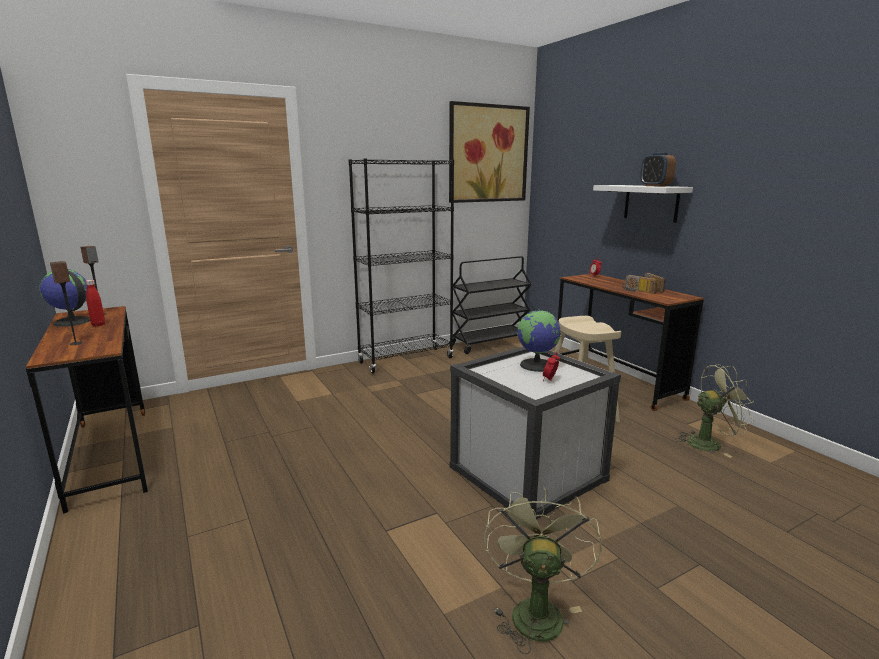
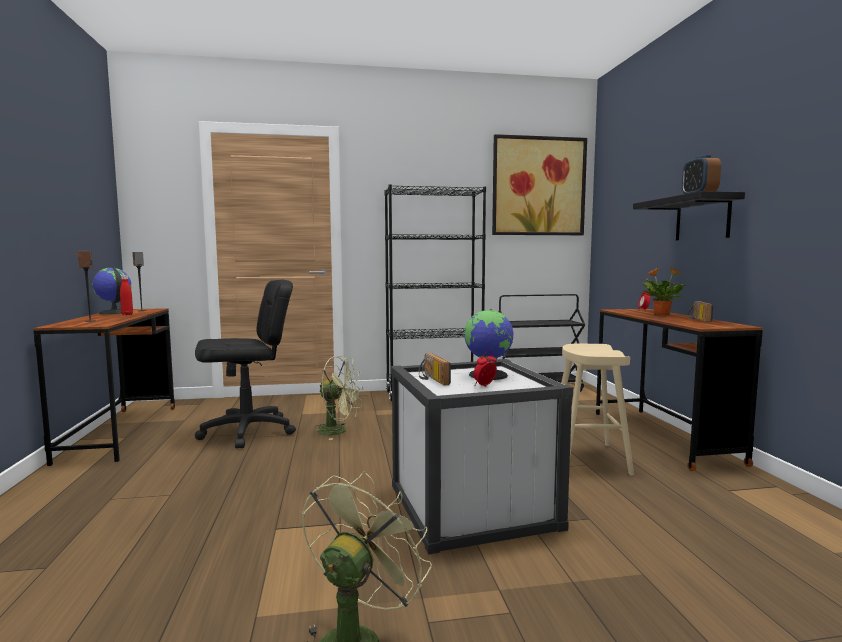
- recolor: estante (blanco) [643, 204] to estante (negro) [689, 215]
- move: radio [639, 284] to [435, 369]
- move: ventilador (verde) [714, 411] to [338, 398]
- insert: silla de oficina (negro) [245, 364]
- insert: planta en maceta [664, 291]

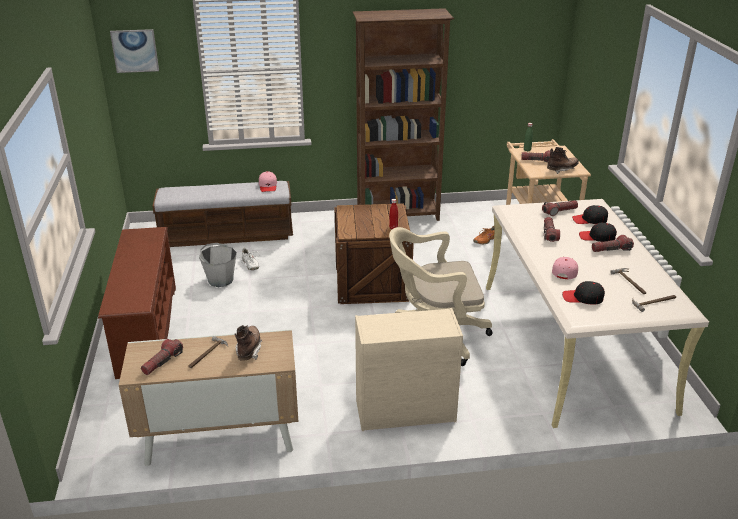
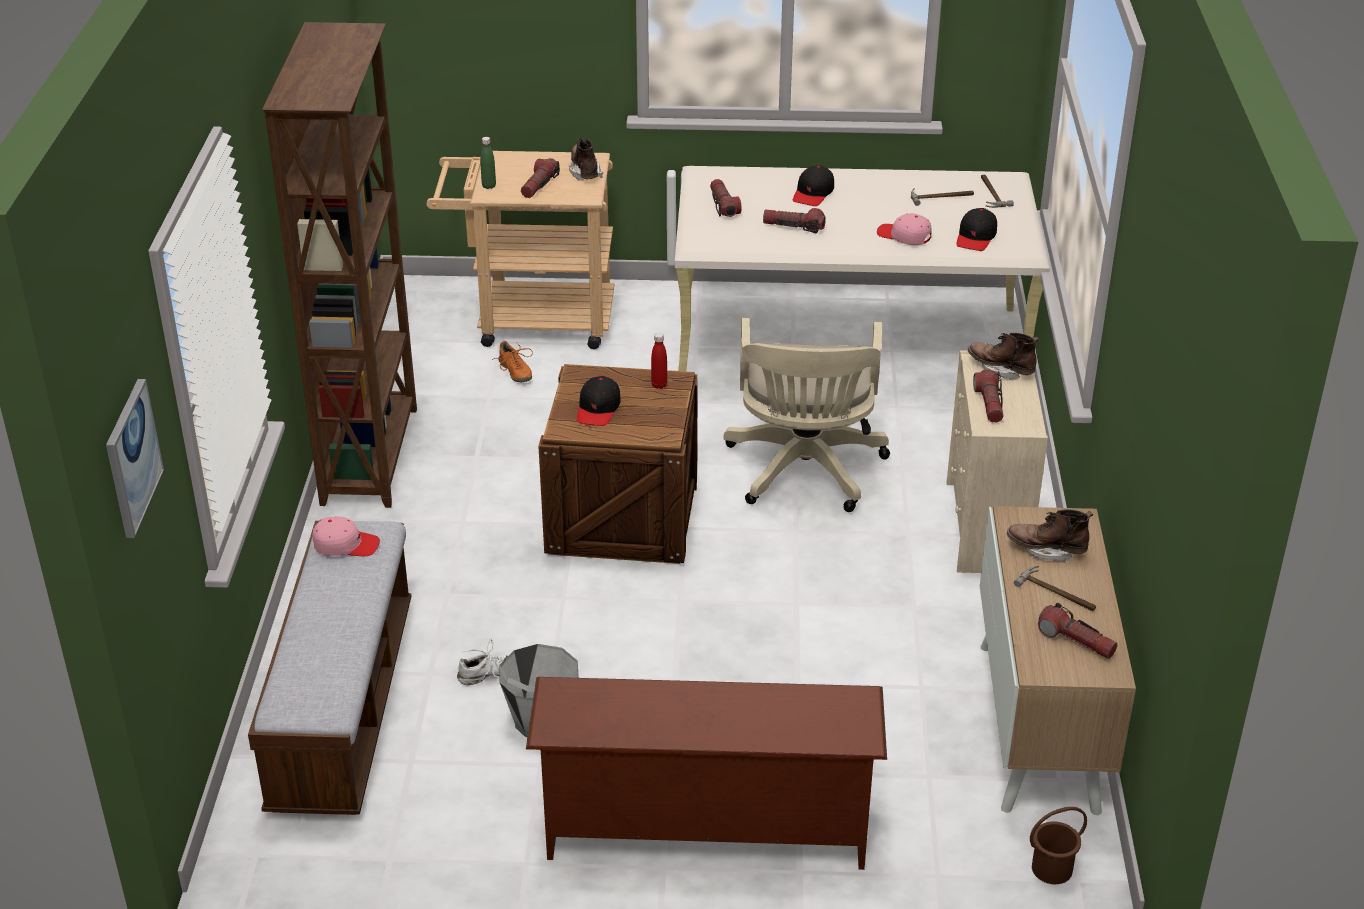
- move: gorra (negro) [590, 214] to [599, 401]
- move: linterna [613, 243] to [988, 396]
- insert: bota (marrón) [1003, 357]
- insert: cubo (marrón) [1058, 845]

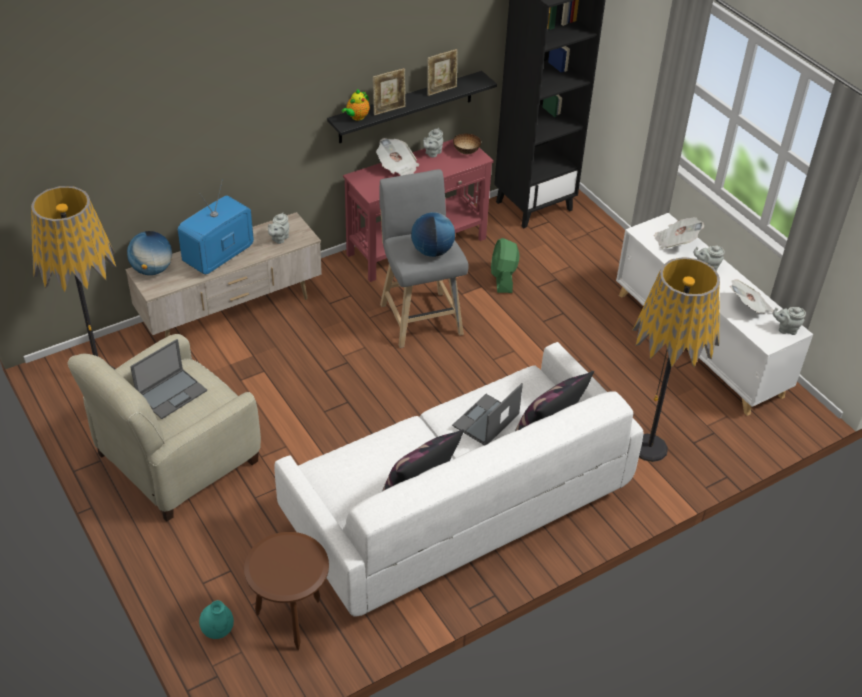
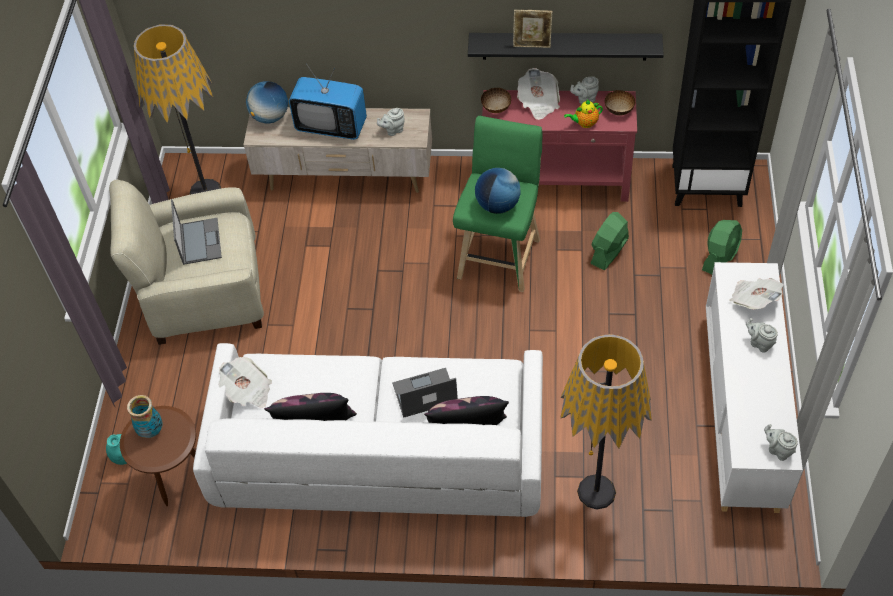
- rotate: portátil [168, 379] = [196, 232] 90 degrees counterclockwise
- rotate: televisor [216, 226] = [328, 101] 150 degrees counterclockwise
- move: tetera [355, 104] to [583, 114]
- recolor: taburete (gris) [424, 258] to taburete (verde) [498, 204]
- delete: portarretratos [442, 72]
- move: periódico [752, 296] to [245, 382]
- insert: florero [145, 416]
- insert: cuenco [496, 100]
- insert: ventilador (verde) [722, 247]

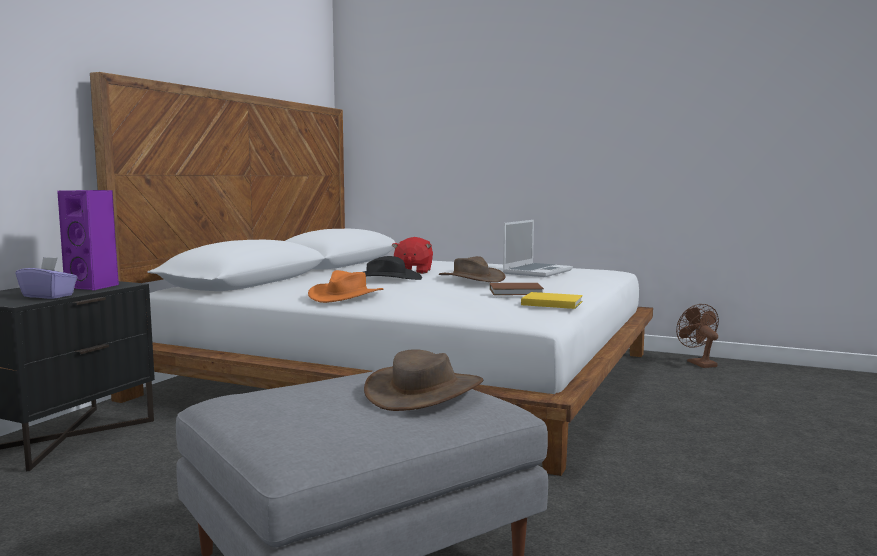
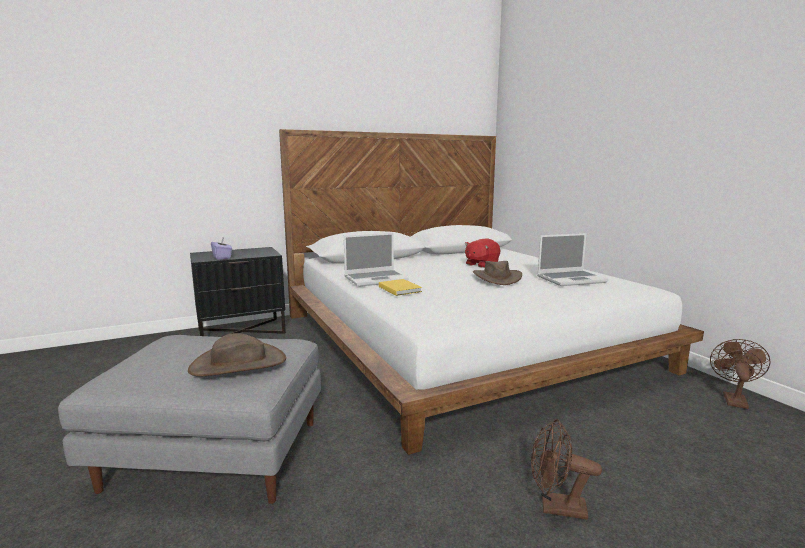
- delete: altavoz (morado) [88, 240]
- replace: sombrero (naranja) [345, 286] to portátil [376, 260]
- delete: sombrero (negro) [393, 268]
- delete: libro (marrón) [517, 289]
- move: libro (amarillo) [552, 300] to [400, 287]
- insert: ventilador (marrón) [566, 469]

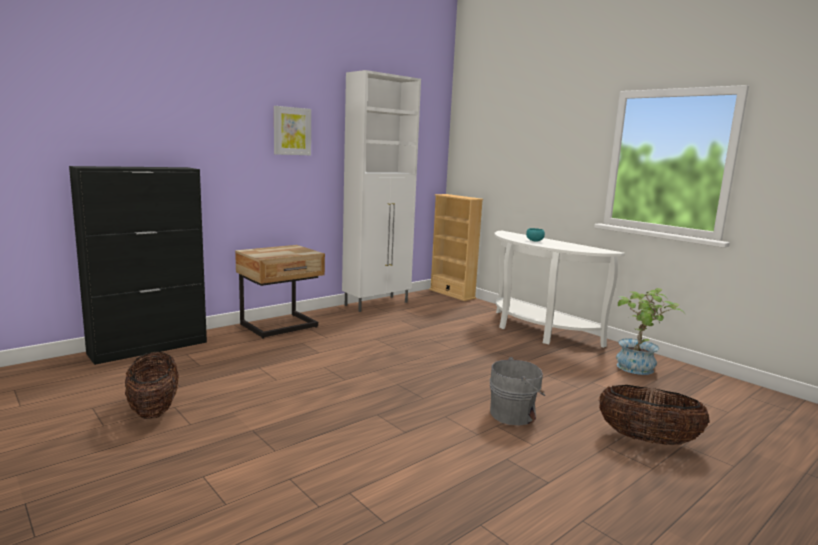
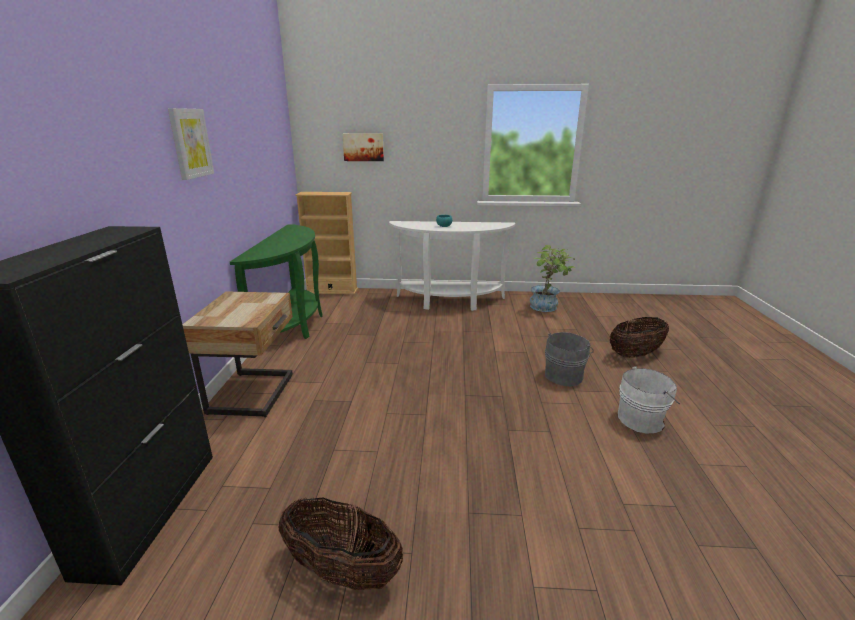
- replace: armario (blanco) [381, 191] to mesa consola (verde) [276, 281]
- insert: cuadro [363, 147]
- insert: cubo (blanco) [649, 399]

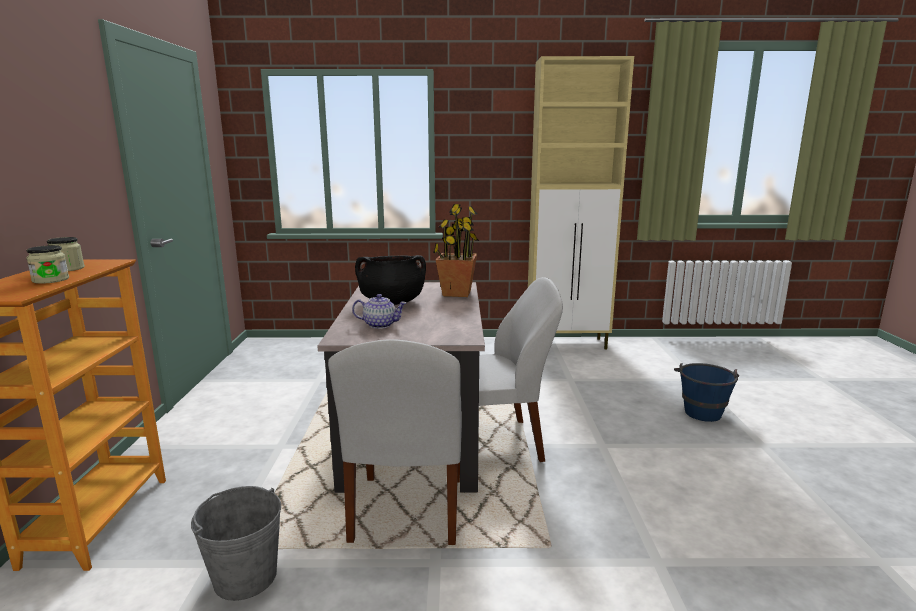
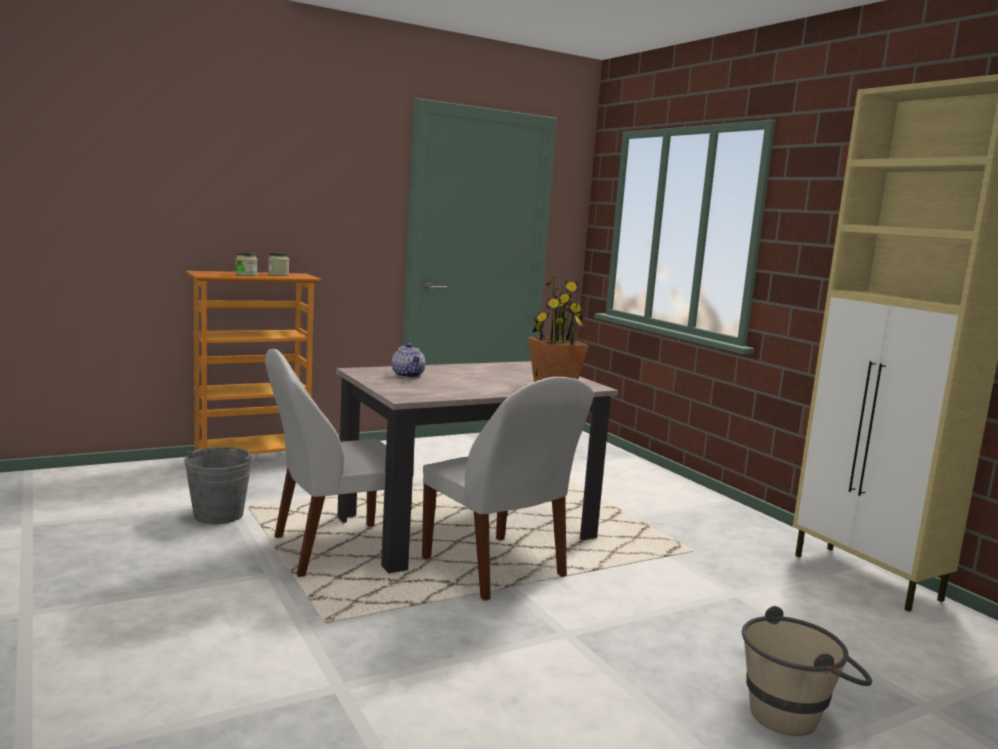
- delete: olla (negro) [390, 280]
- recolor: cubo (azul) [706, 392] to cubo (beis) [807, 671]

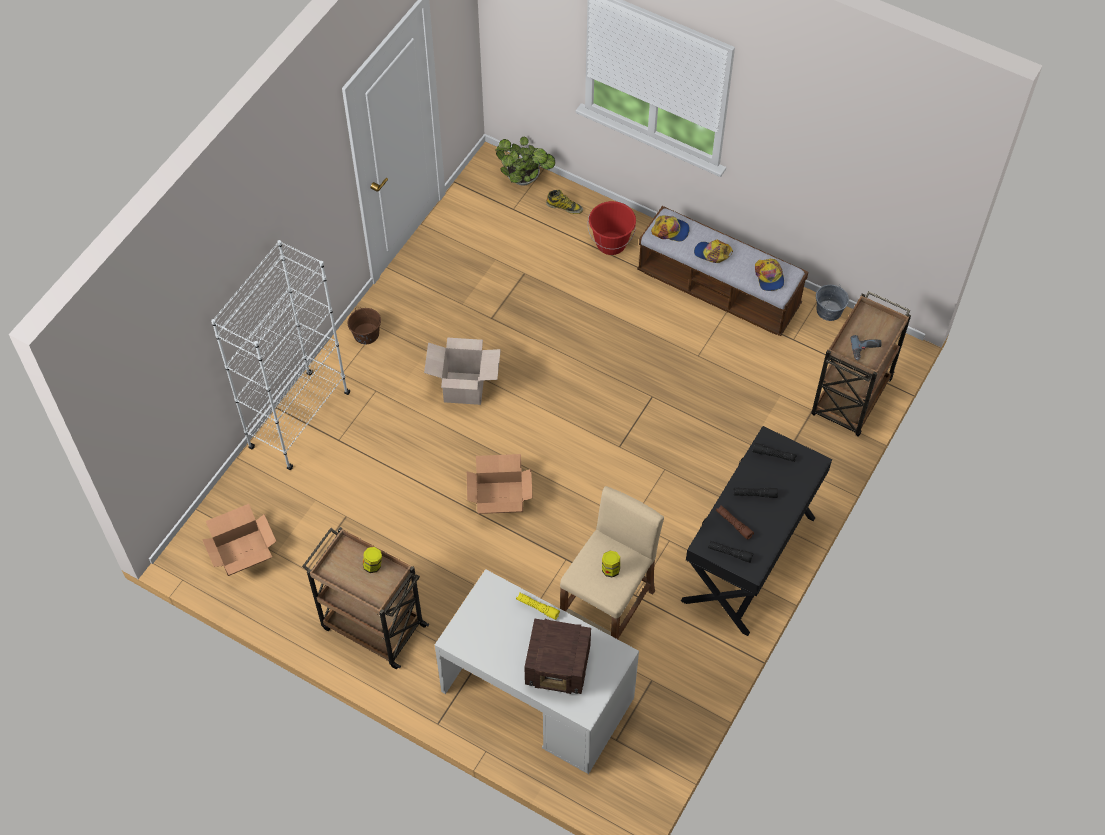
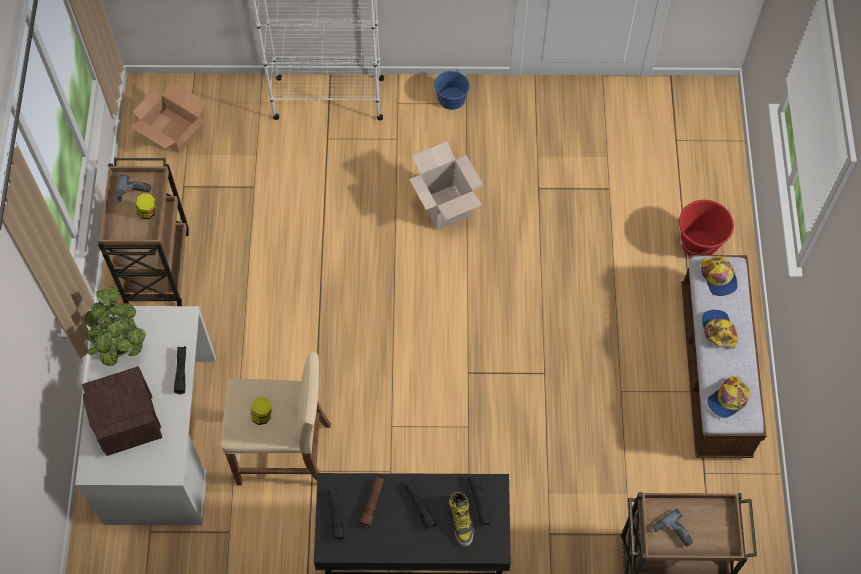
- recolor: cubo (marrón) [364, 325] to cubo (azul) [452, 89]
- delete: caja de cartón [500, 484]
- move: planta en maceta [525, 161] to [115, 326]
- recolor: linterna (amarillo) [538, 606] to linterna (negro) [180, 370]
- move: bota [564, 202] to [461, 519]
- delete: cubo (gris) [832, 302]
- insert: taladro [132, 188]

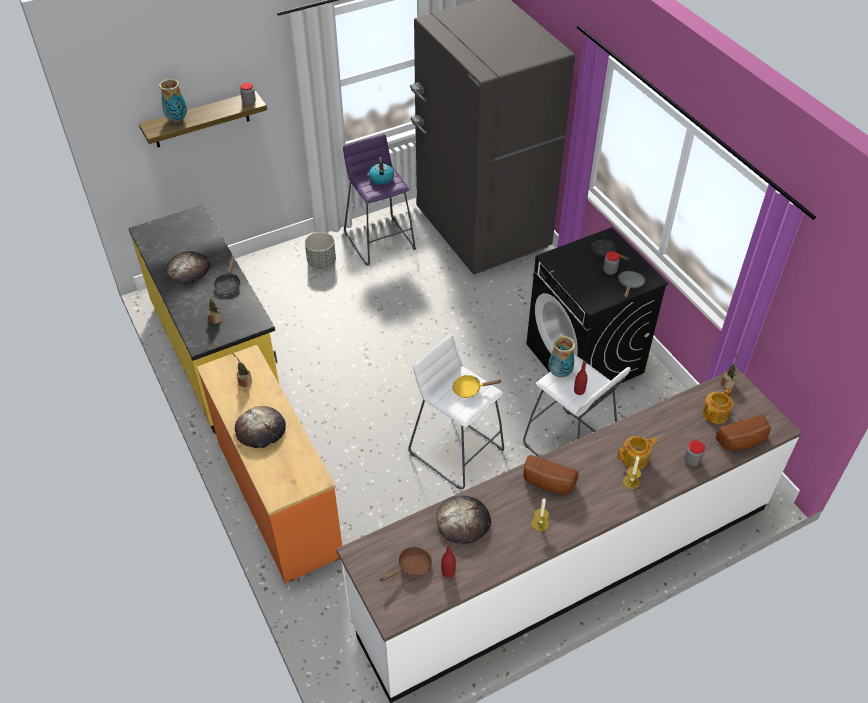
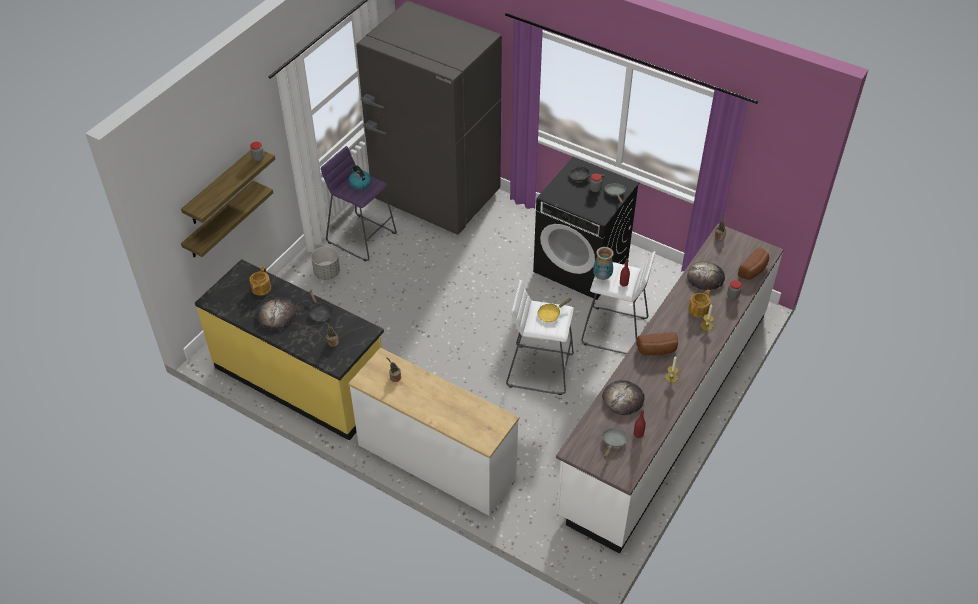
- delete: florero [173, 100]
- recolor: cómoda (naranja) [269, 464] to cómoda (blanco) [433, 432]
- move: pan [260, 427] to [706, 275]
- recolor: sartén (marrón) [406, 564] to sartén (gris) [615, 443]
- move: tetera [717, 406] to [260, 281]
- insert: estante [227, 219]

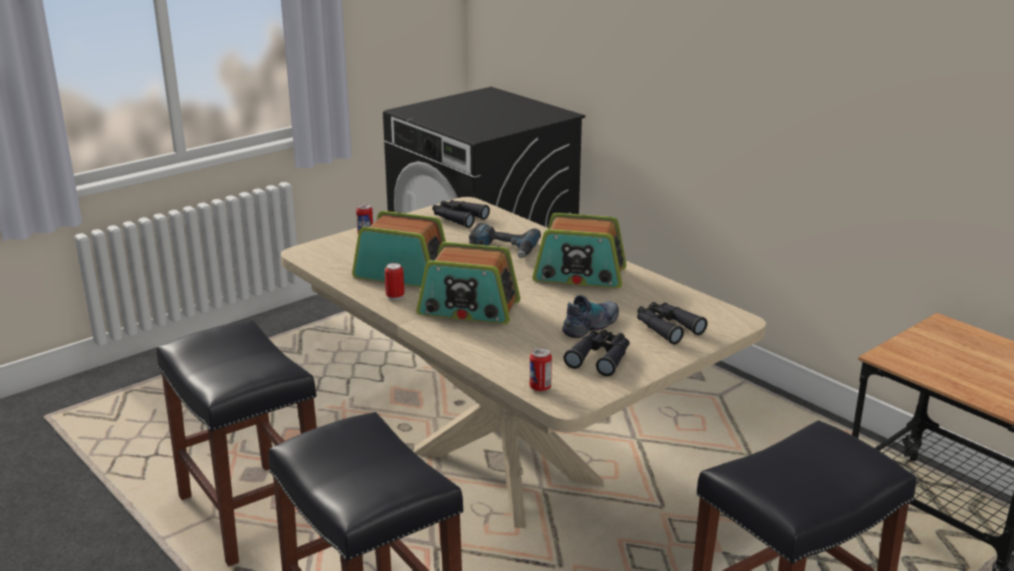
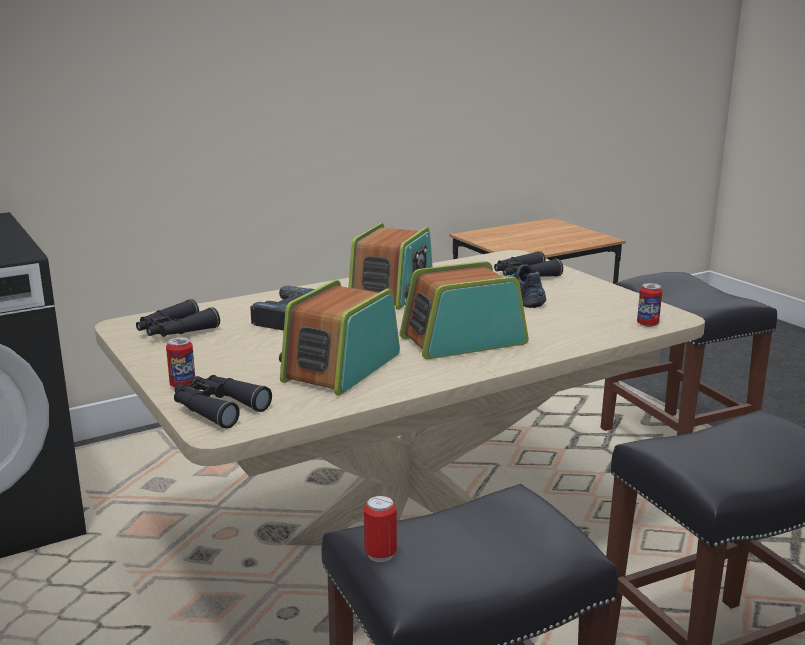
- move: lata [394, 281] to [380, 528]
- rotate: radio [468, 283] = [464, 310] 135 degrees counterclockwise
- move: prismáticos (negro) [597, 352] to [223, 402]

